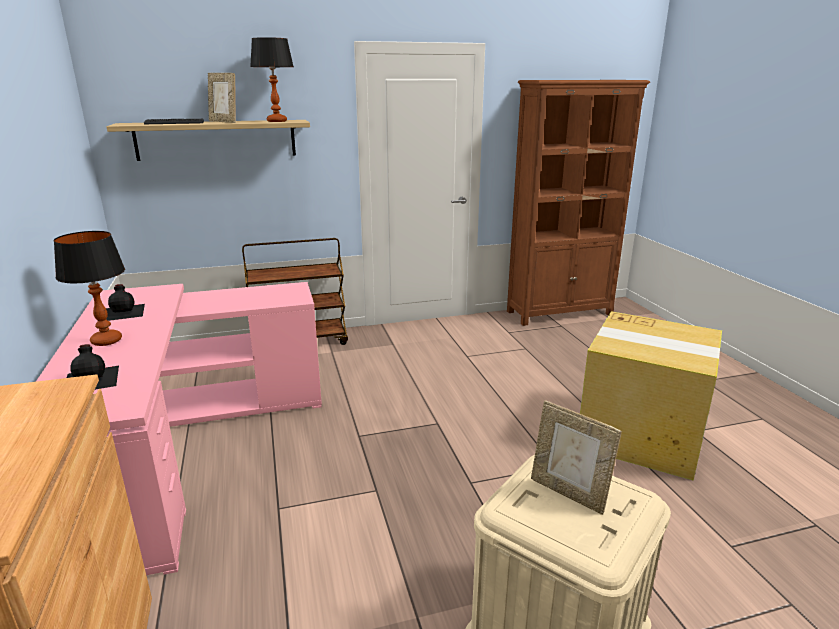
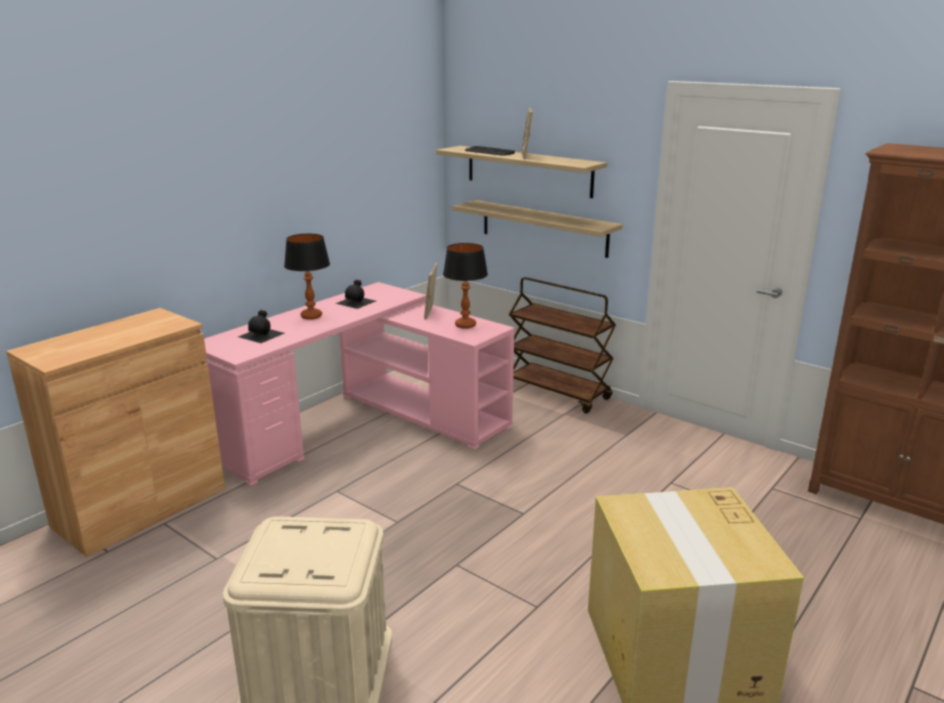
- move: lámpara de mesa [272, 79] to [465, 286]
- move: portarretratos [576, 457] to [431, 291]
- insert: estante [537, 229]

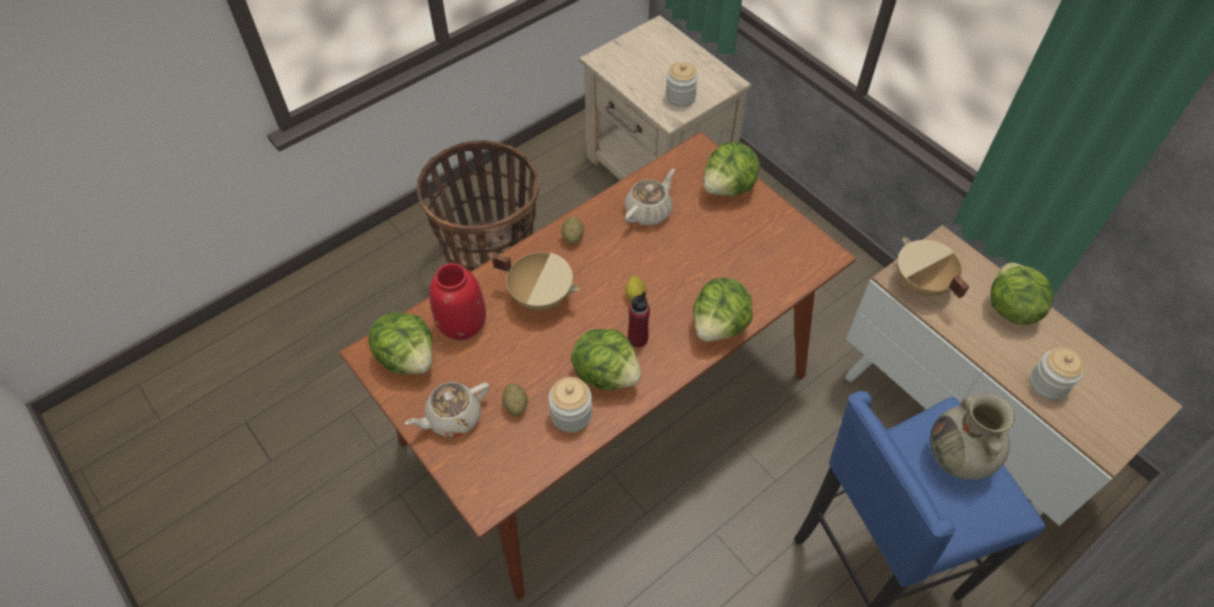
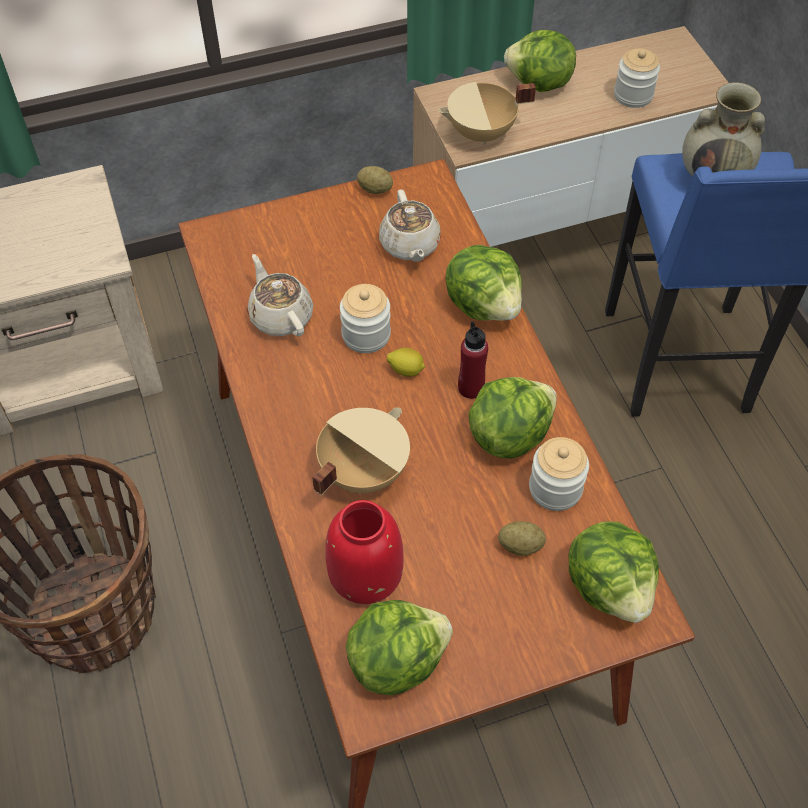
- move: tetera (beis) [447, 409] to [410, 225]
- move: patata [572, 230] to [375, 180]
- move: tarro [682, 84] to [365, 318]
- move: lechuga [732, 169] to [614, 572]

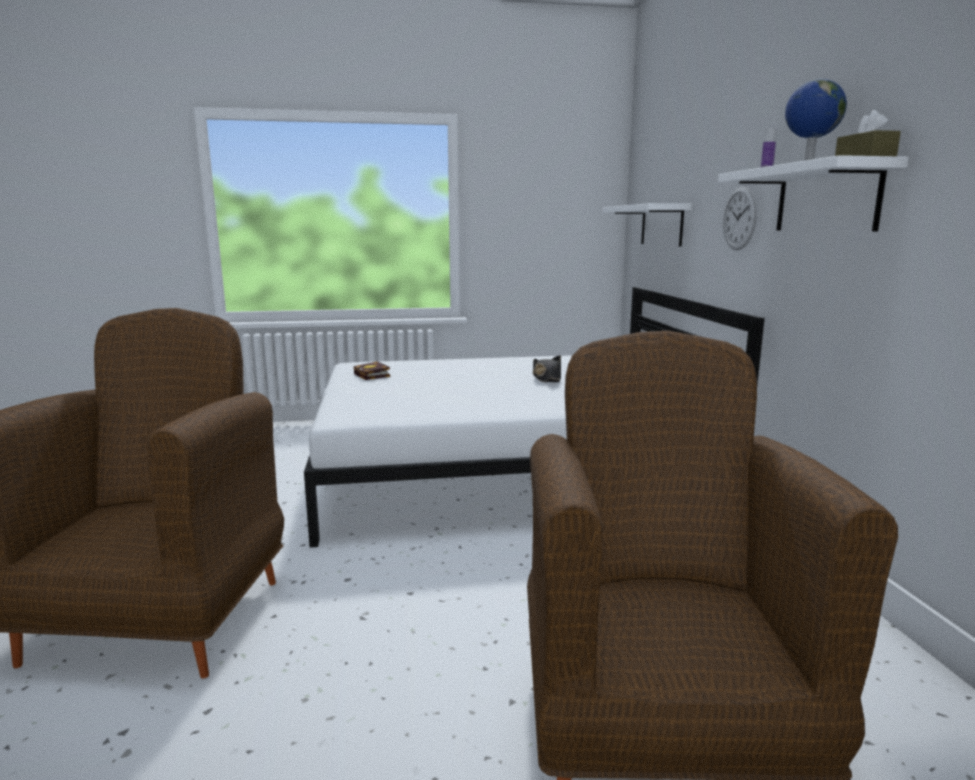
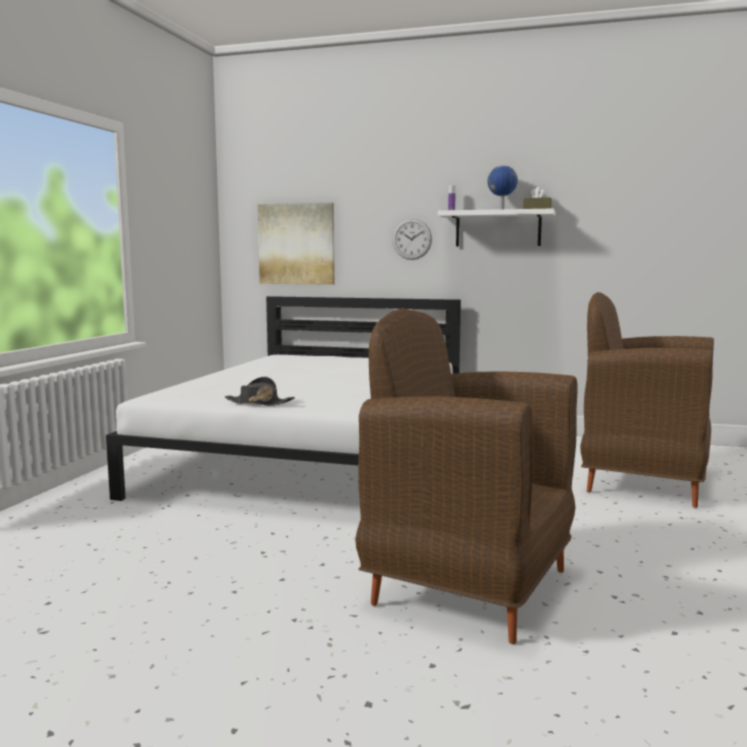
- delete: libro [372, 370]
- move: sombrero (negro) [547, 368] to [259, 391]
- replace: estante (blanco) [647, 225] to cuadro [296, 244]

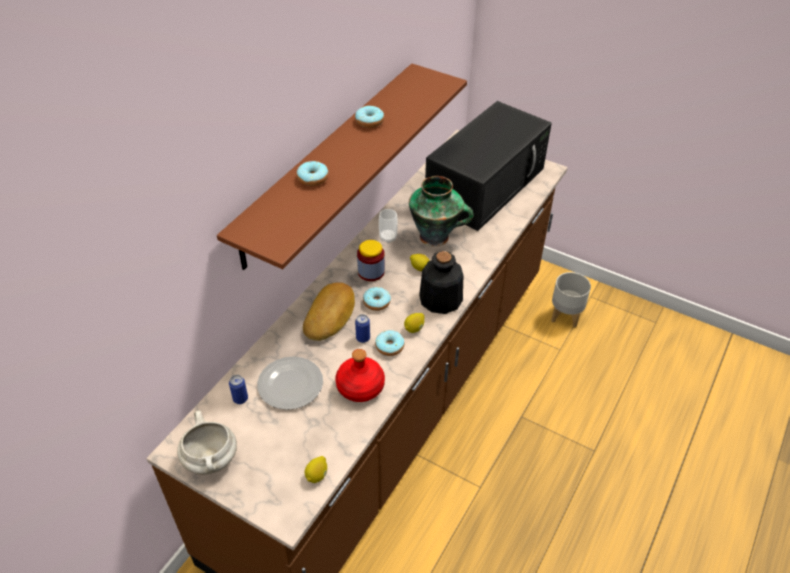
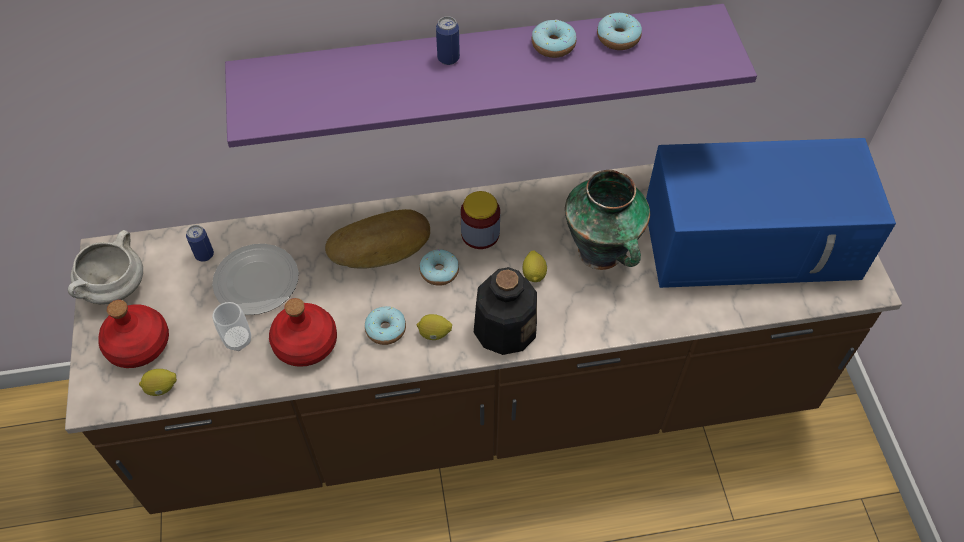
- recolor: estante (marrón) [342, 167] to estante (morado) [491, 76]
- move: rosquilla [312, 173] to [619, 31]
- move: lata [362, 328] to [448, 40]
- move: taza [388, 226] to [231, 326]
- recolor: microondas (negro) [488, 166] to microondas (azul) [771, 213]
- delete: maceta (gris) [571, 300]
- insert: botella (rojo) [133, 334]

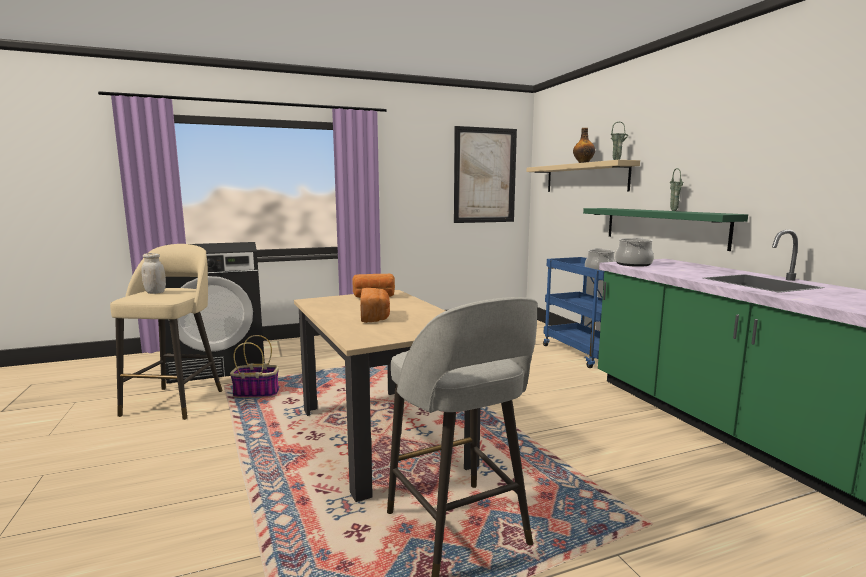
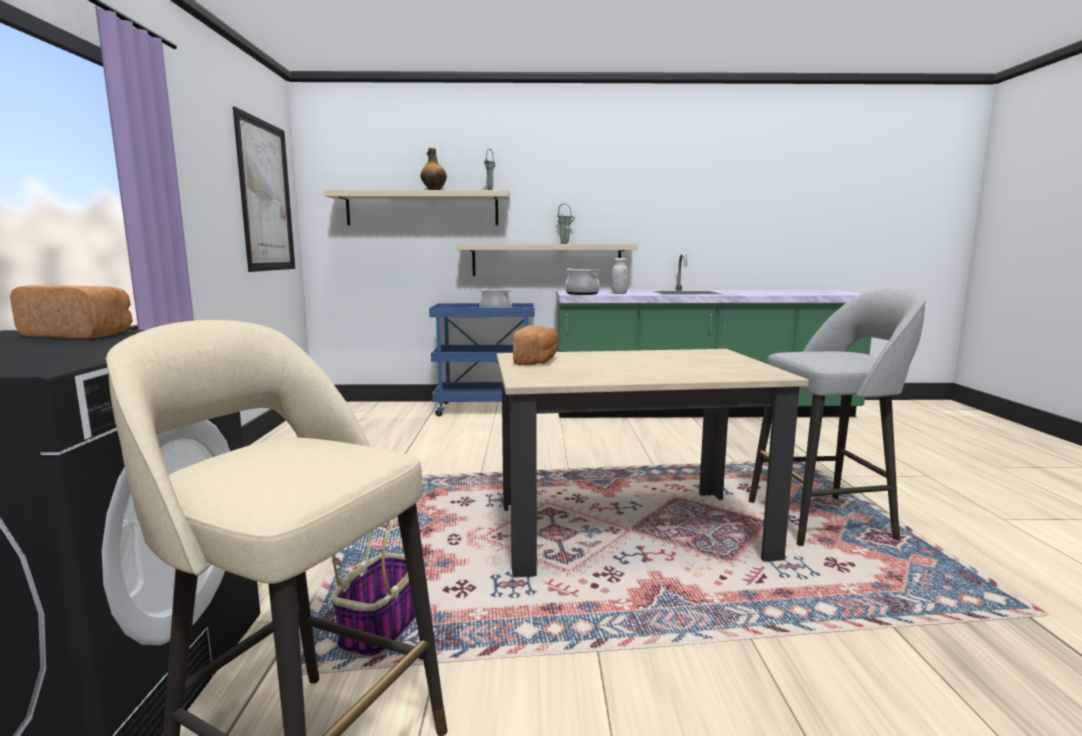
- move: tarro (blanco) [153, 273] to [620, 276]
- move: pan [375, 305] to [71, 312]
- recolor: estante (verde) [665, 229] to estante (beis) [547, 260]

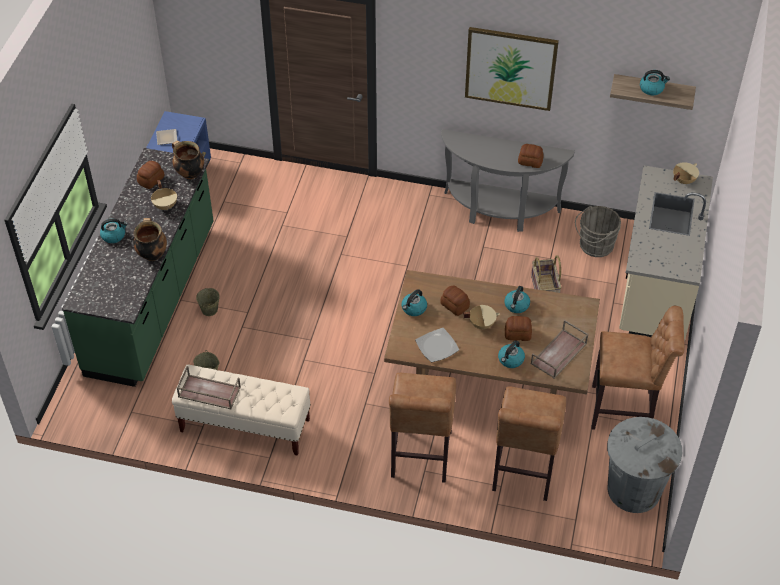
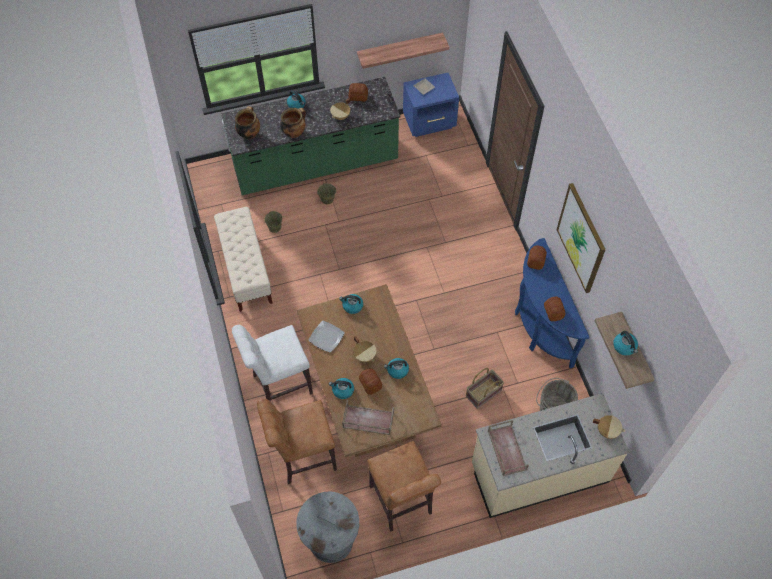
- move: olla [188, 160] to [247, 122]
- move: bandeja (marrón) [208, 387] to [508, 448]
- recolor: taburete (marrón) [422, 428] to taburete (blanco) [272, 363]
- move: pan [455, 301] to [537, 258]
- recolor: mesa consola (gris) [508, 180] to mesa consola (azul) [552, 303]
- insert: estante [403, 51]

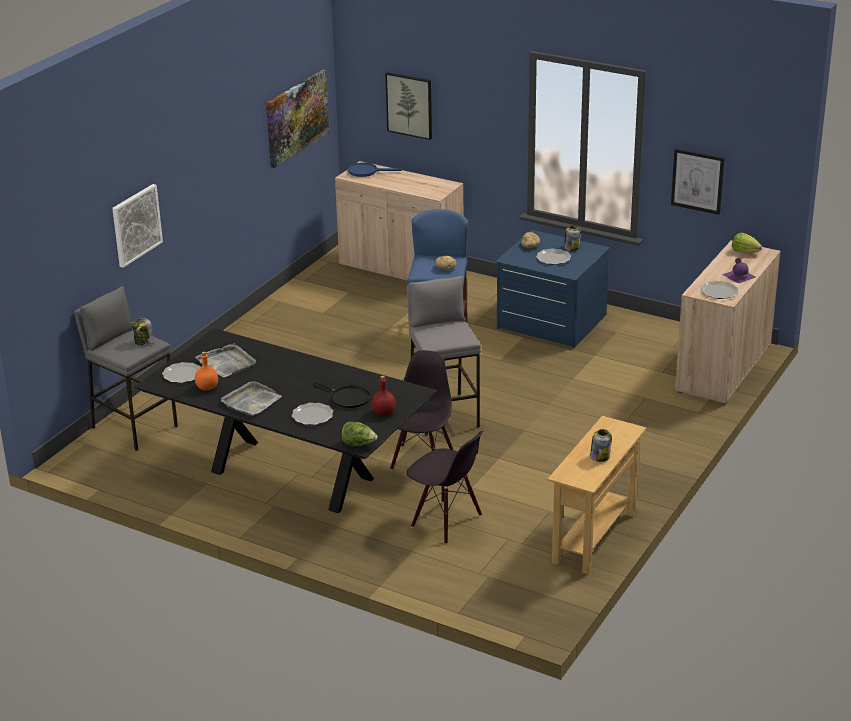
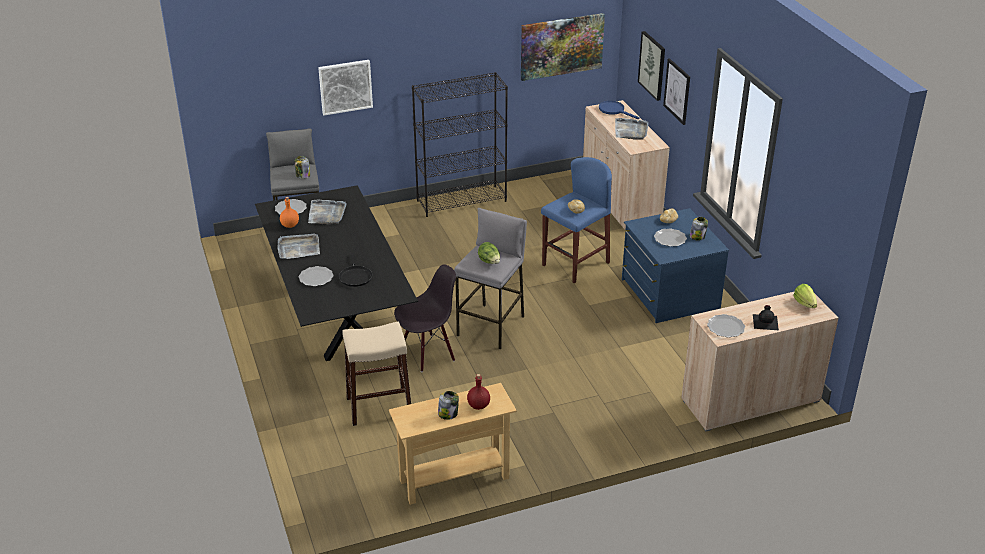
- move: lechuga [359, 434] to [489, 253]
- move: botella (rojo) [384, 395] to [478, 392]
- replace: silla (negro) [445, 487] to taburete (beis) [376, 374]
- move: cuadro [697, 181] to [676, 91]
- recolor: botella (morado) [739, 271] to botella (negro) [766, 317]
- insert: estantería (negro) [460, 144]
- insert: bandeja (gris) [632, 129]

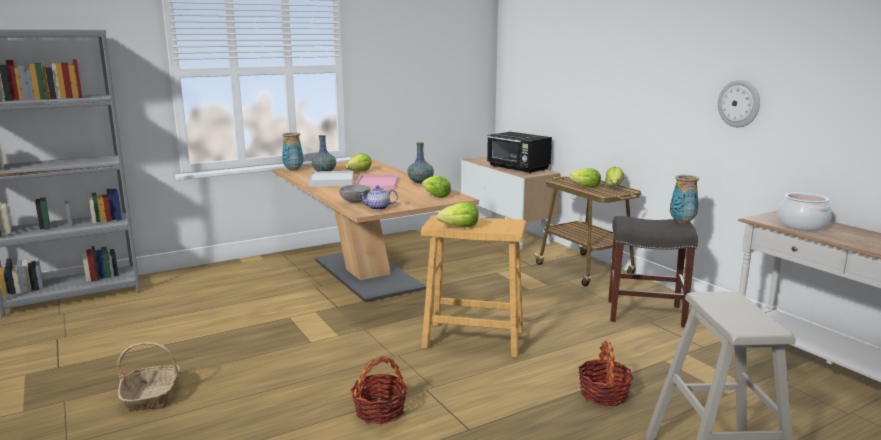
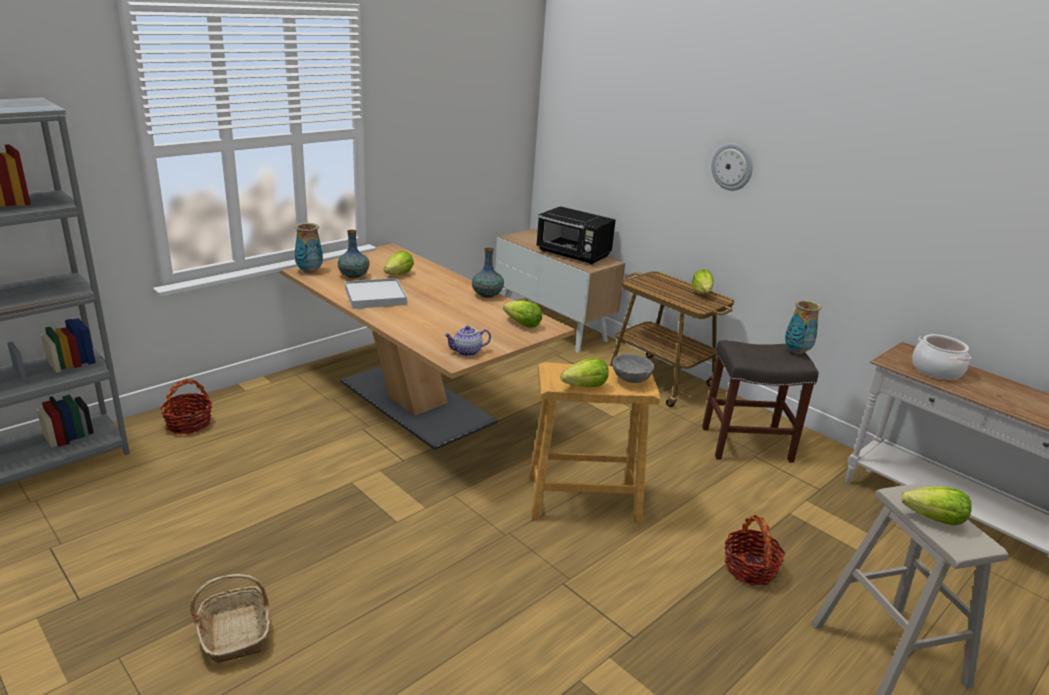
- move: cuenco (gris) [354, 193] to [633, 368]
- move: cesta [379, 390] to [186, 406]
- delete: bandeja (rosa) [376, 182]
- move: lechuga [585, 178] to [936, 506]
- move: reloj de pared [739, 103] to [732, 167]

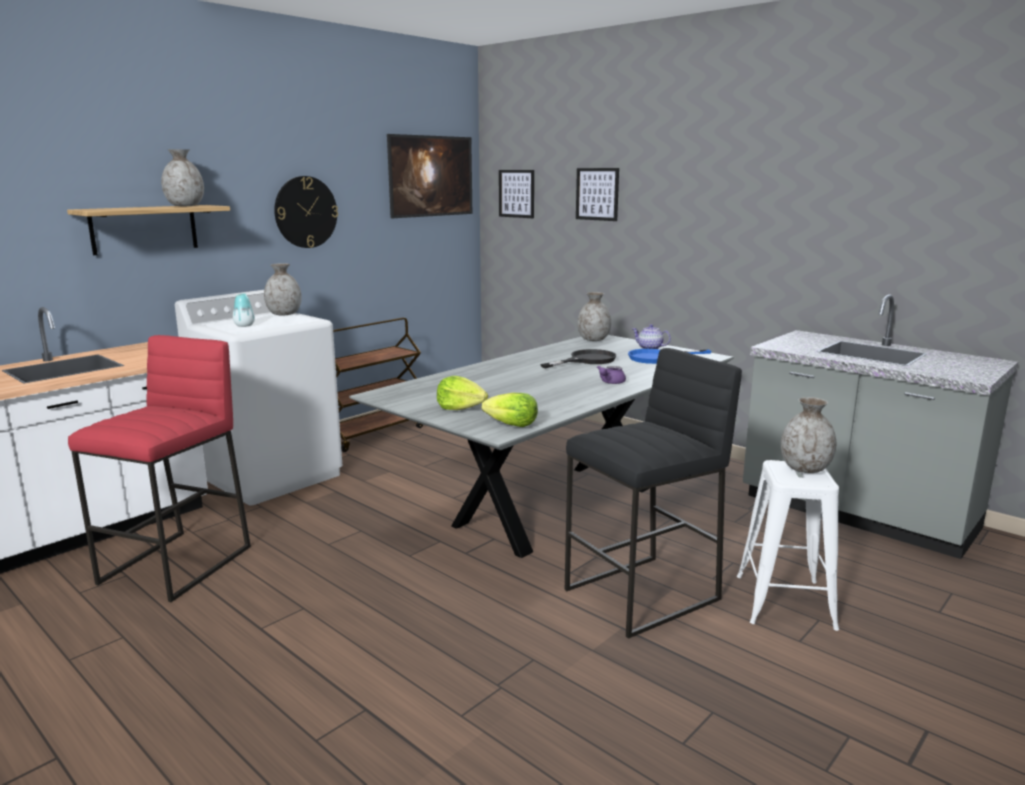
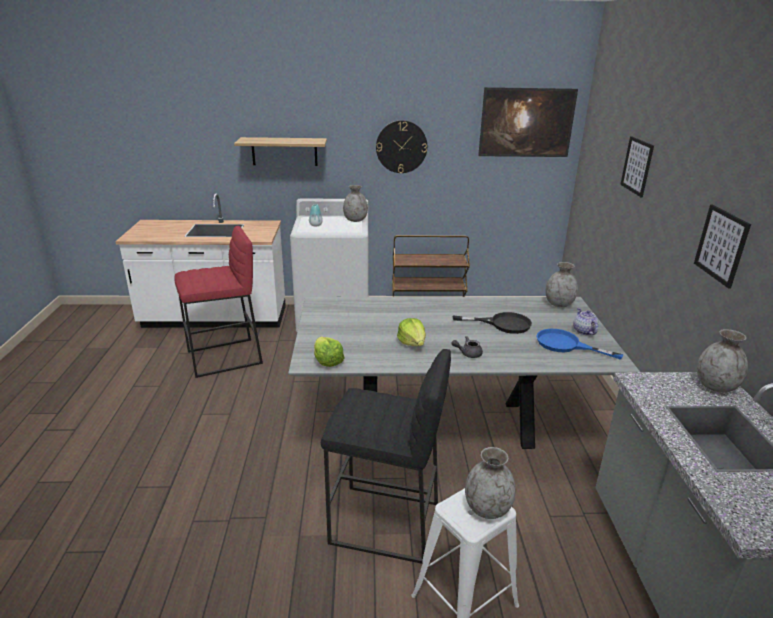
- move: florero (gris) [182, 177] to [722, 361]
- move: lechuga [462, 393] to [411, 332]
- move: cuadro [516, 194] to [722, 246]
- recolor: tetera (morado) [611, 375] to tetera (gris) [467, 347]

